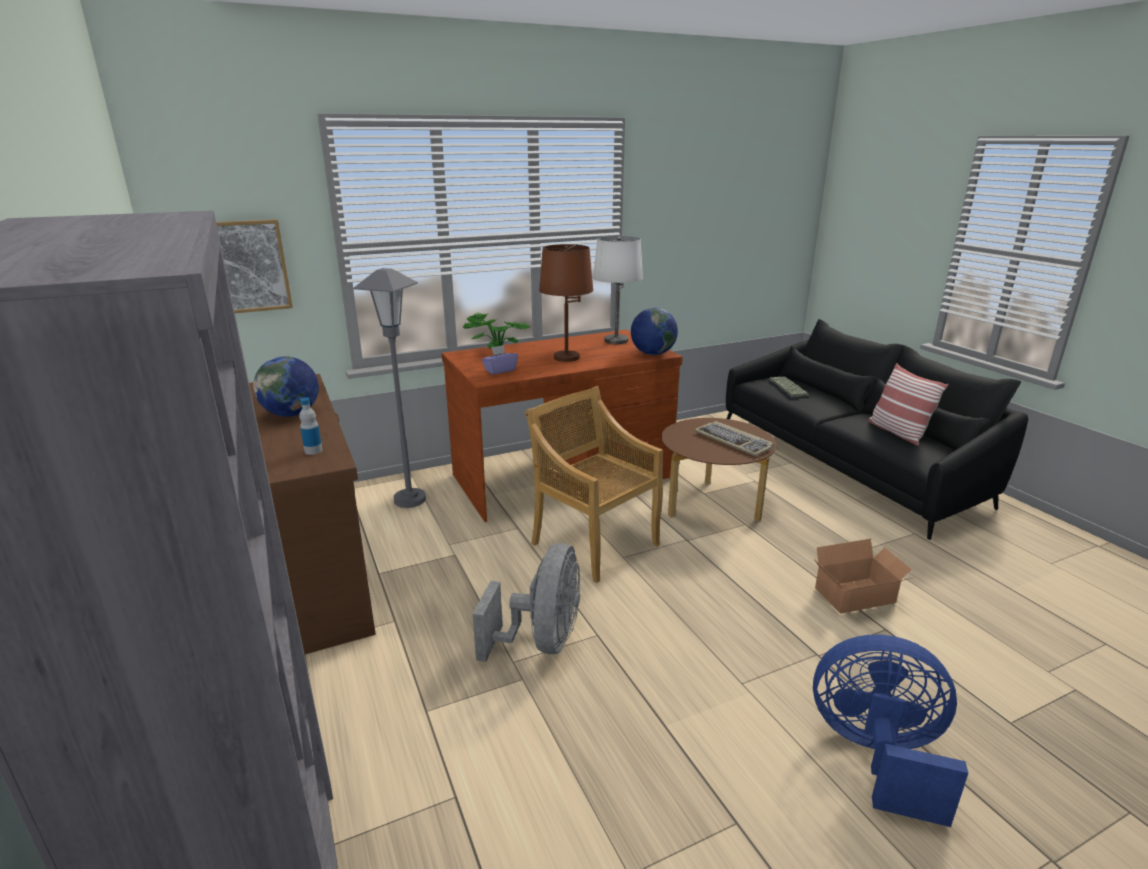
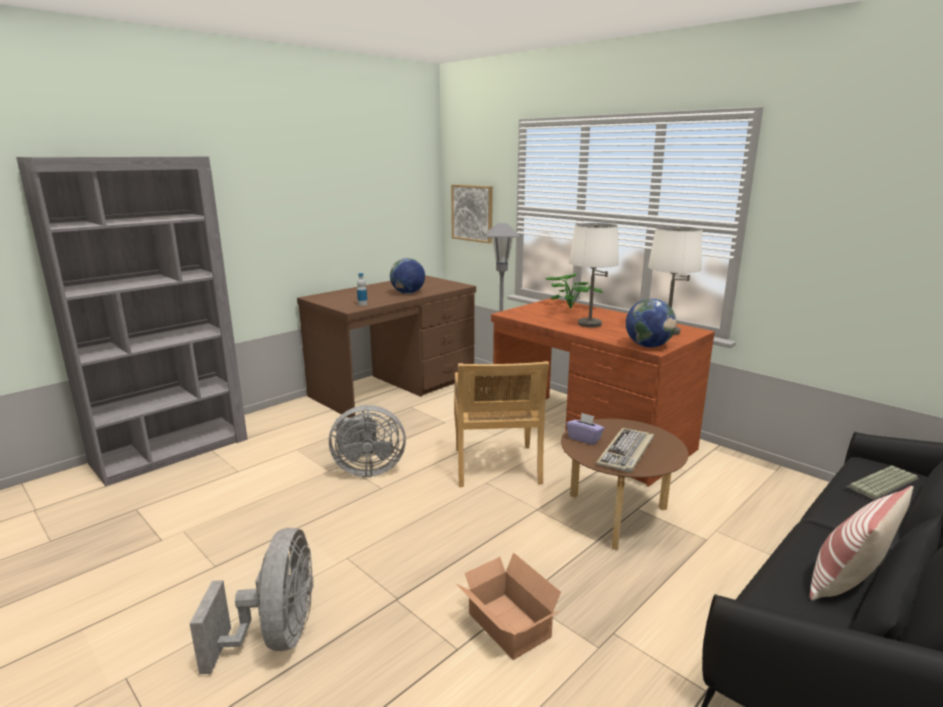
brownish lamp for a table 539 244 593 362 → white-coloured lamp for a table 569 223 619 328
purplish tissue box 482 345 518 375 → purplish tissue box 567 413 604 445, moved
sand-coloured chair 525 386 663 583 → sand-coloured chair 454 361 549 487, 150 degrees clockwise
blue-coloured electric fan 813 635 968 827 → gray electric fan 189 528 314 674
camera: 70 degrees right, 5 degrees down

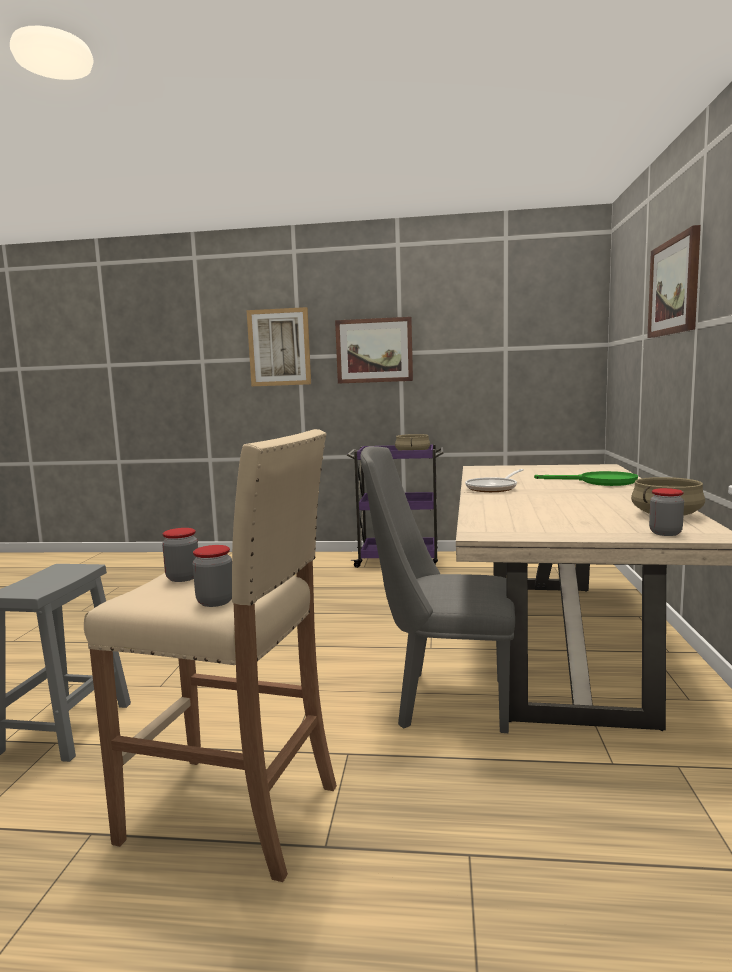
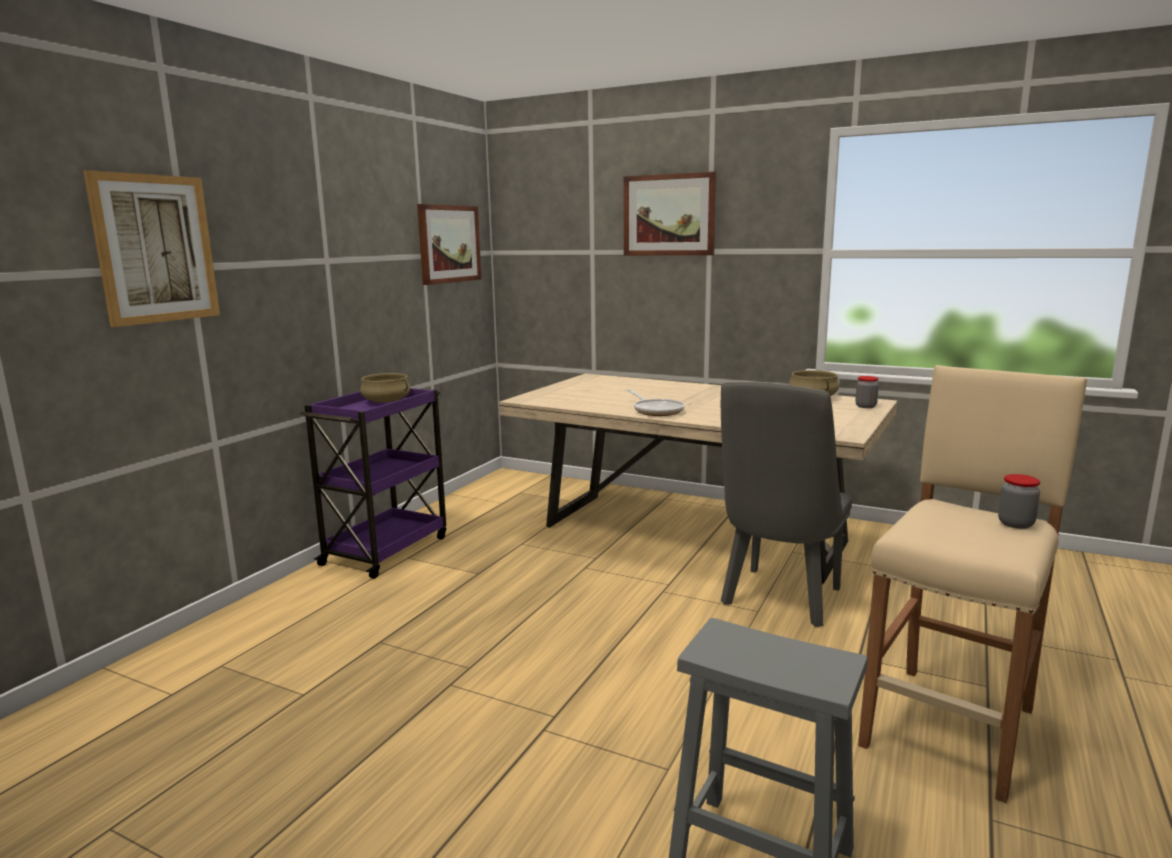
picture 335 317 413 384 → picture 417 204 481 285, moved
green-coloured frying pan 534 471 638 486 → -
jar 162 528 198 582 → -
camera: 70 degrees left, 5 degrees up

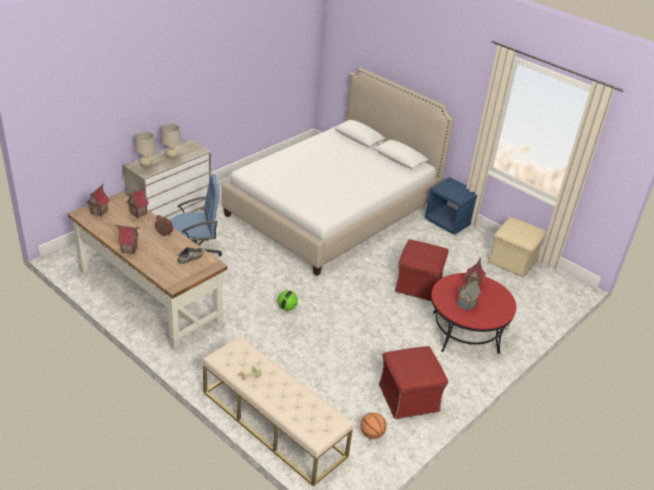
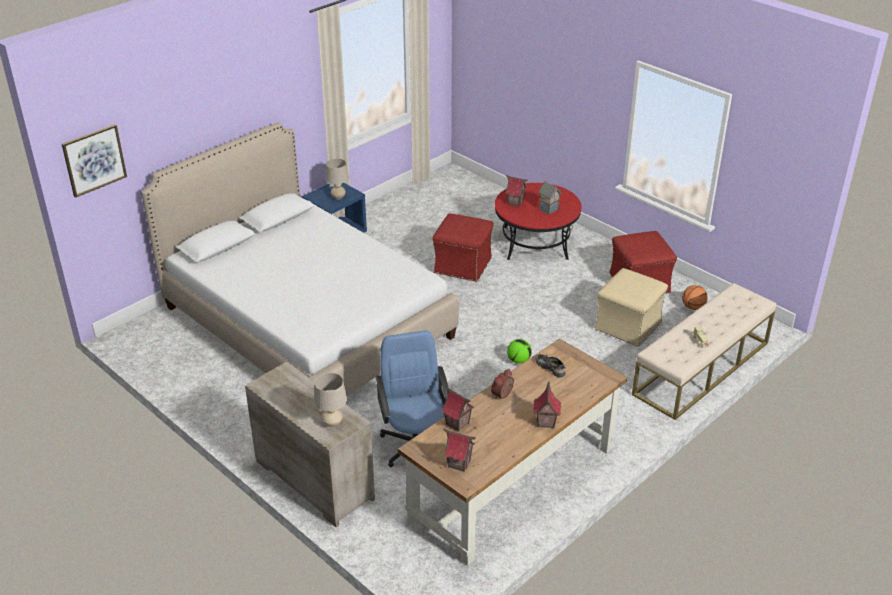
sand-coloured lamp for a table 161 124 181 159 → sand-coloured lamp for a table 326 158 349 199, moved
sand-coloured footrest 488 217 547 277 → sand-coloured footrest 595 268 668 347, moved
- → picture 62 124 127 198
camera: 85 degrees left, 0 degrees up

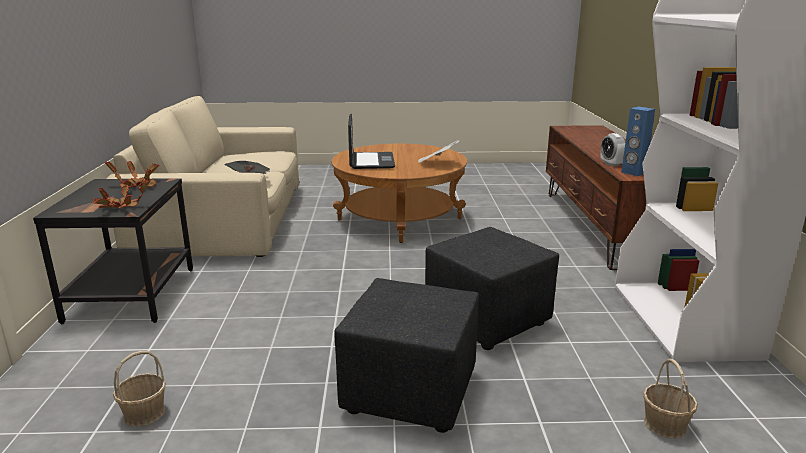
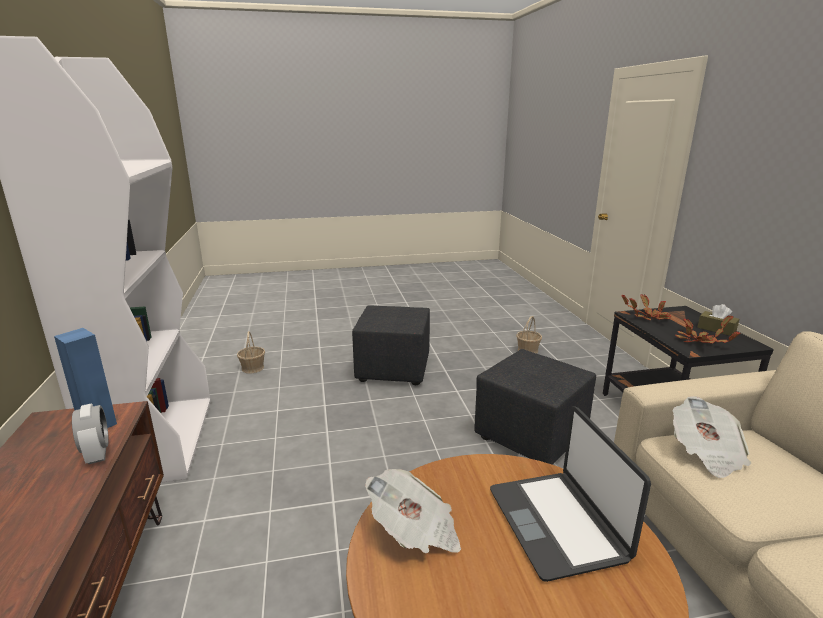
black footrest 425 227 559 350 → black footrest 474 349 596 465, moved
- → brownish tissue box 697 304 739 336
camera: 170 degrees right, 0 degrees up

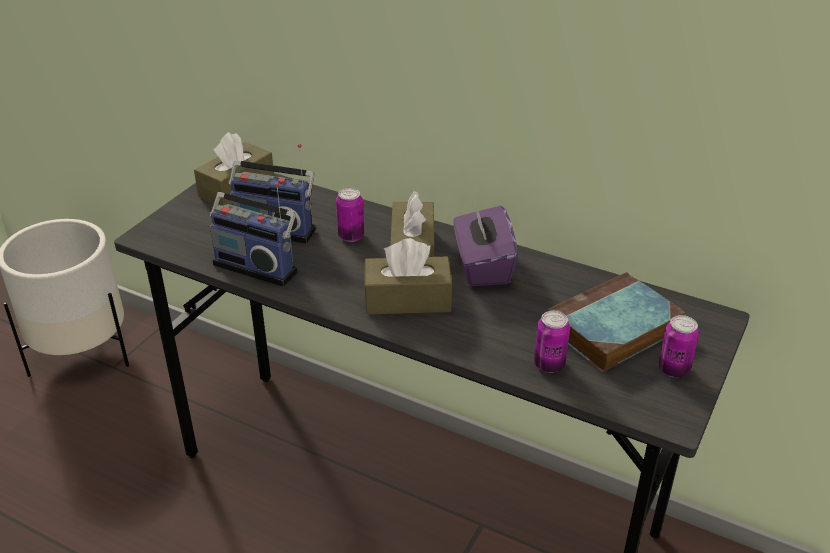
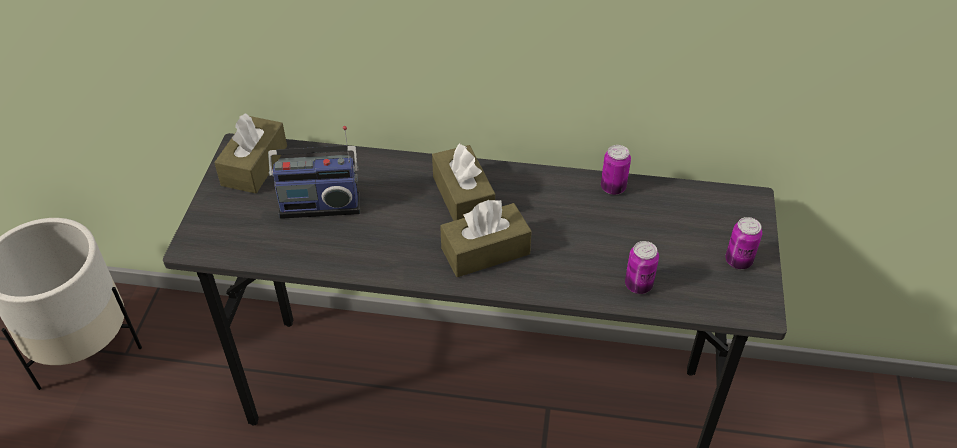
radio 210 182 297 287 → -
sealed can 336 188 364 242 → sealed can 601 145 631 195, moved
purplish tissue box 453 202 518 286 → -
book 547 272 686 372 → -
camera: 20 degrees left, 10 degrees up

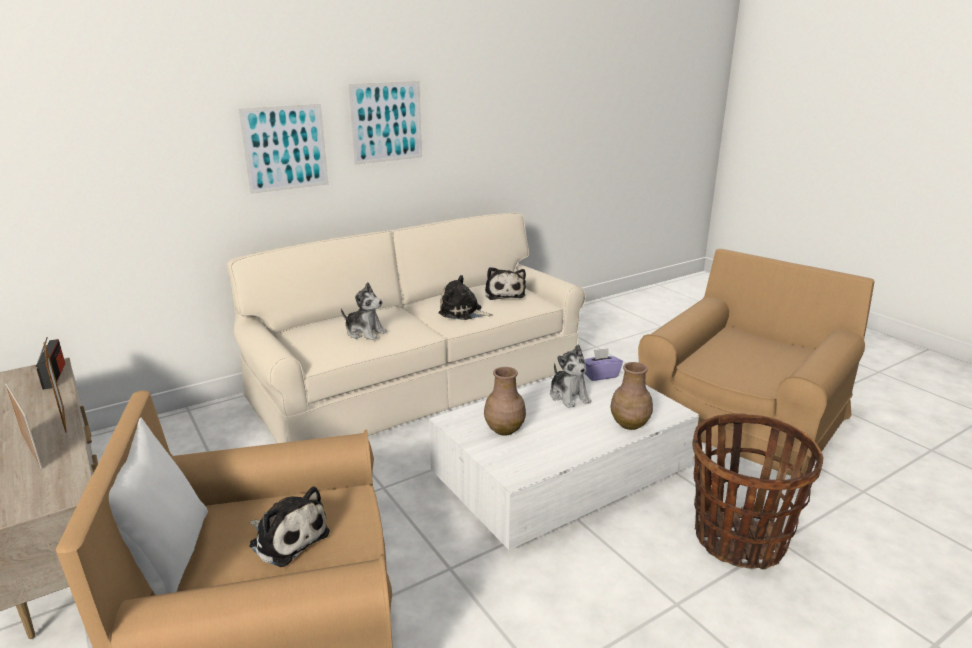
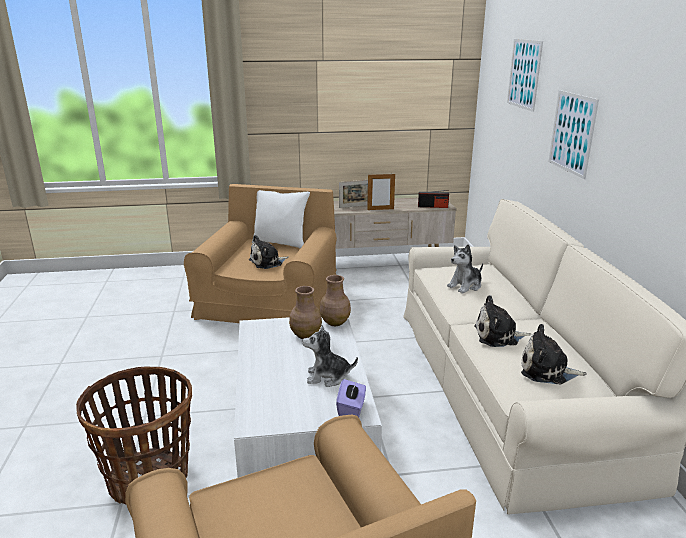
picture 348 81 422 165 → picture 507 39 543 112, moved
plush toy 438 275 493 320 → plush toy 474 295 531 347, 135 degrees counterclockwise
brownish vase 611 362 653 430 → brownish vase 320 275 351 326, moved
camera: 115 degrees right, 0 degrees up

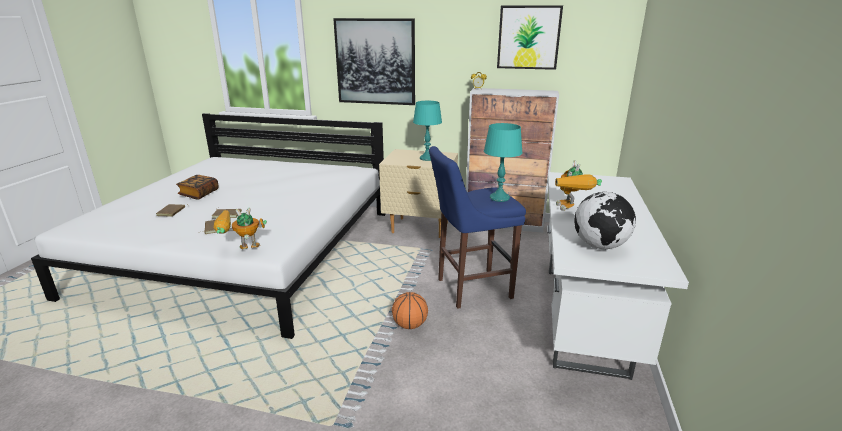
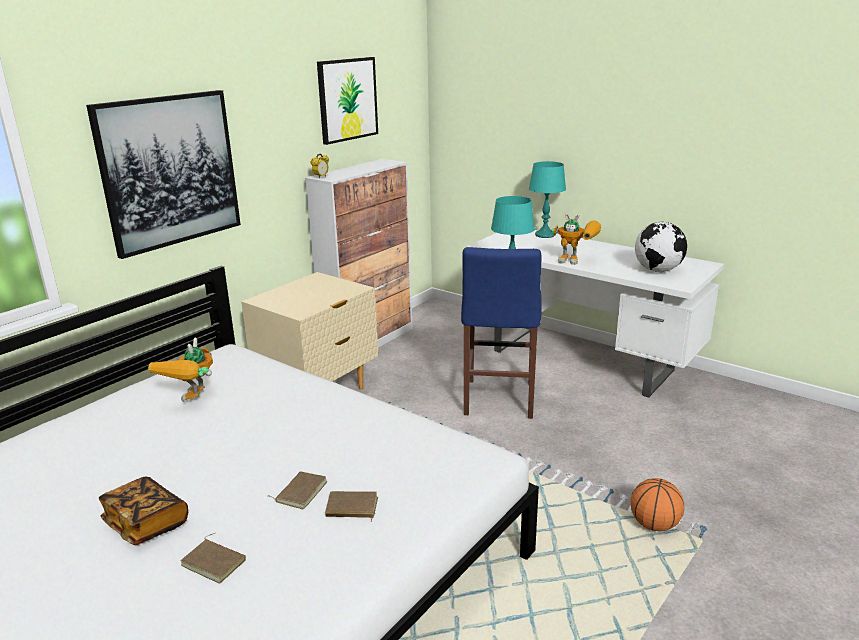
blue-green lamp for a table 413 101 442 161 → blue-green lamp for a table 529 161 566 238, moved
robot figure 214 208 267 249 → robot figure 148 338 213 402, moved
basketball 392 292 428 329 → basketball 631 478 684 531, moved
camera: 65 degrees left, 0 degrees up

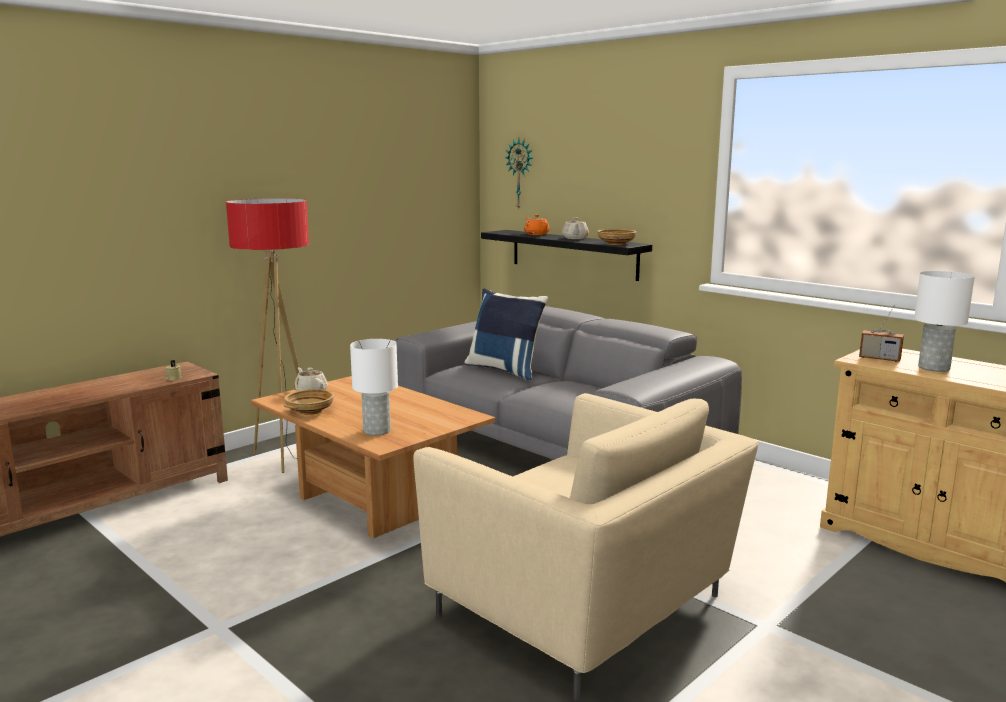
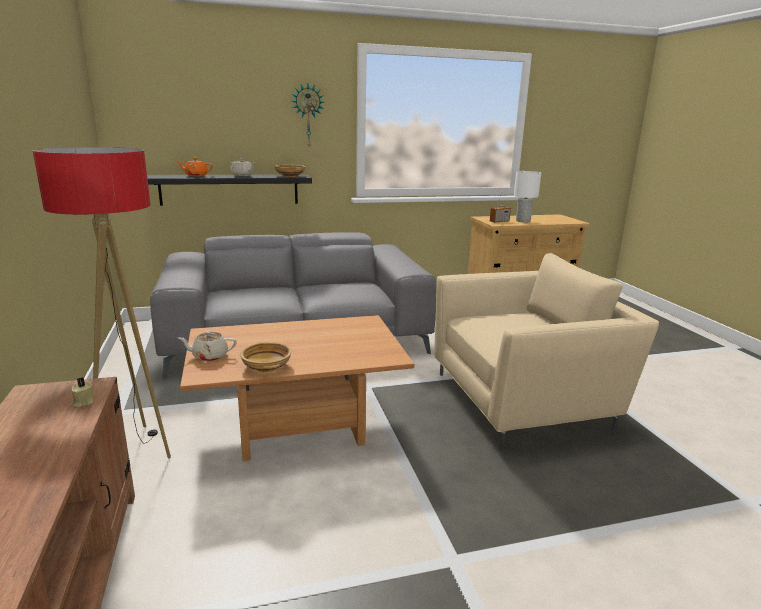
wall clock 505 139 533 210 → wall clock 292 84 324 147, moved
blue-coloured throw pillow 464 288 548 381 → -
white-coloured lamp for a table 350 339 398 436 → -
camera: 60 degrees left, 5 degrees up

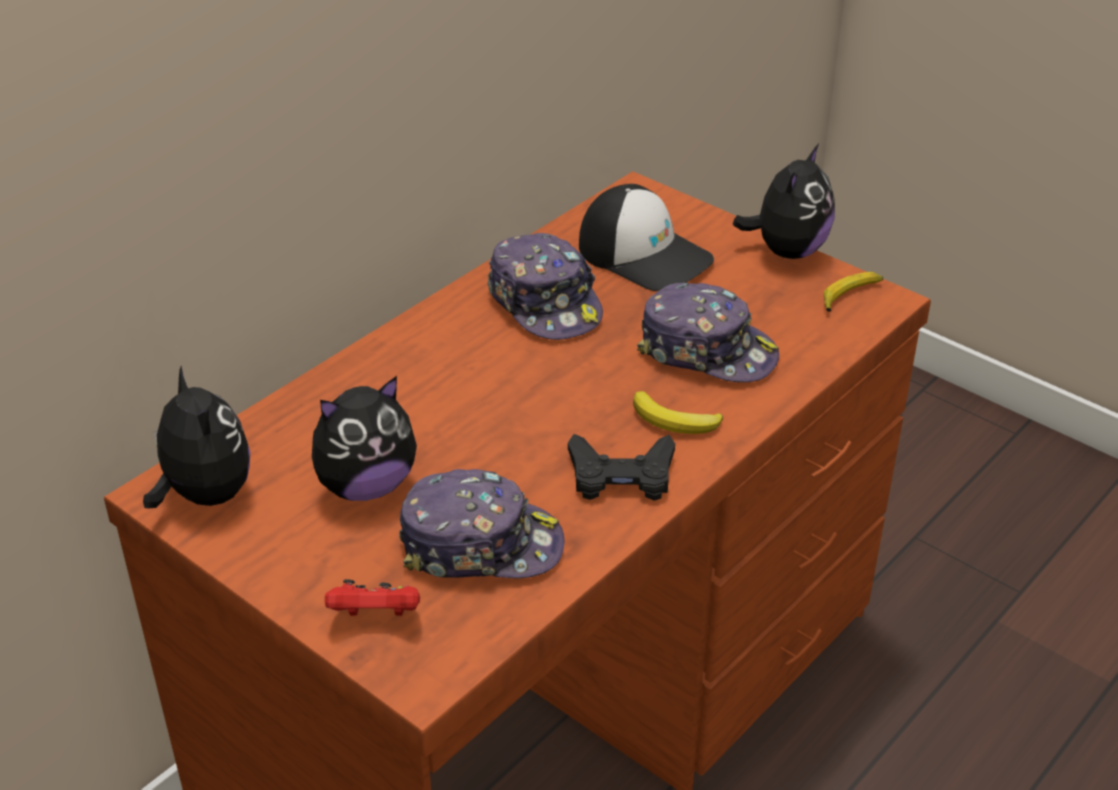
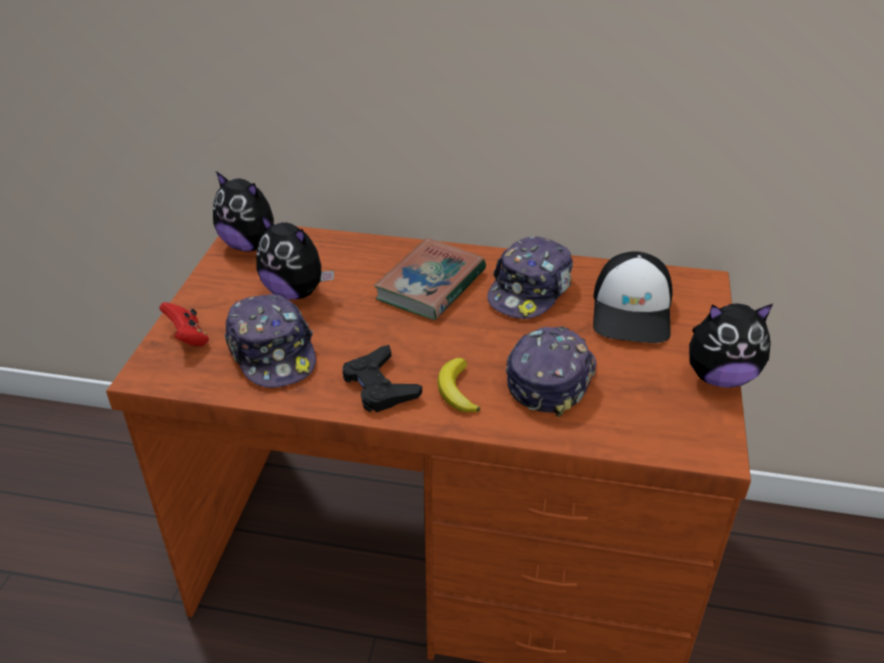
whole banana 824 272 883 312 → -
peaked cap 637 283 779 382 → peaked cap 505 326 596 417, 150 degrees counterclockwise
plush toy 143 366 250 509 → plush toy 213 171 276 252, 90 degrees clockwise
- → book 374 238 486 320
camera: 60 degrees right, 0 degrees up

